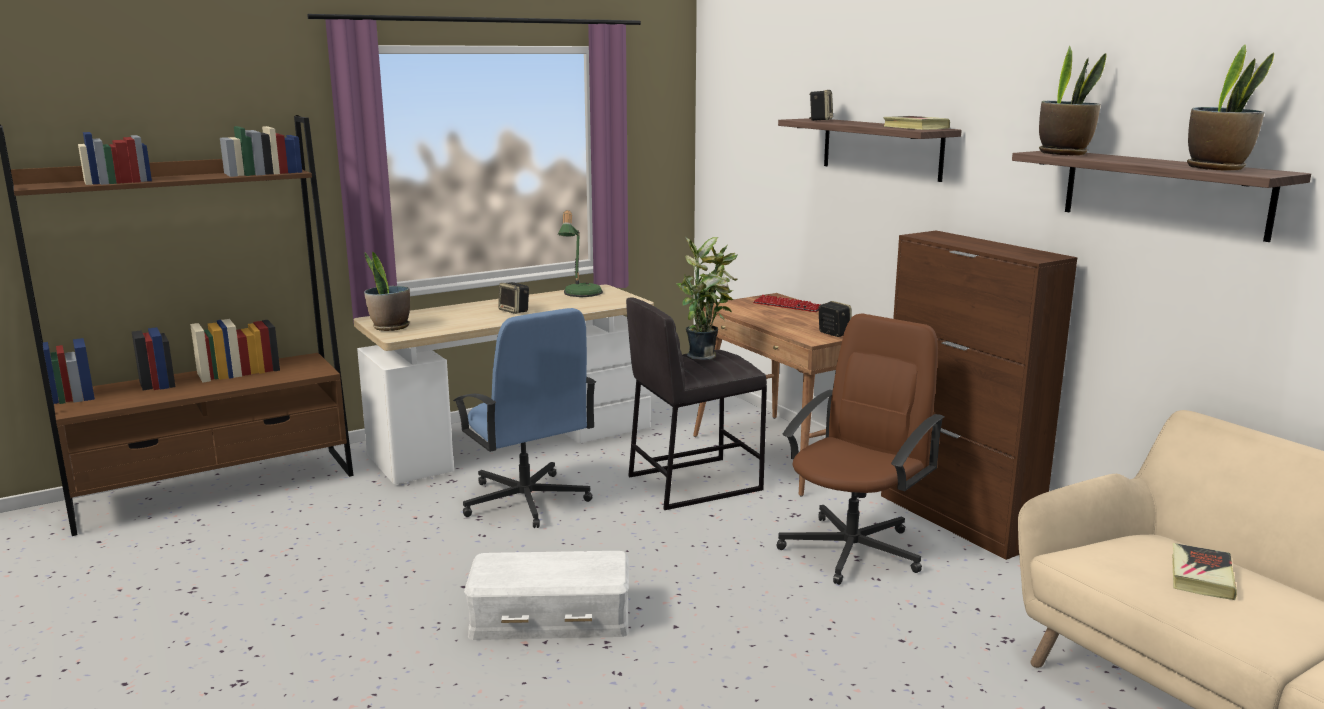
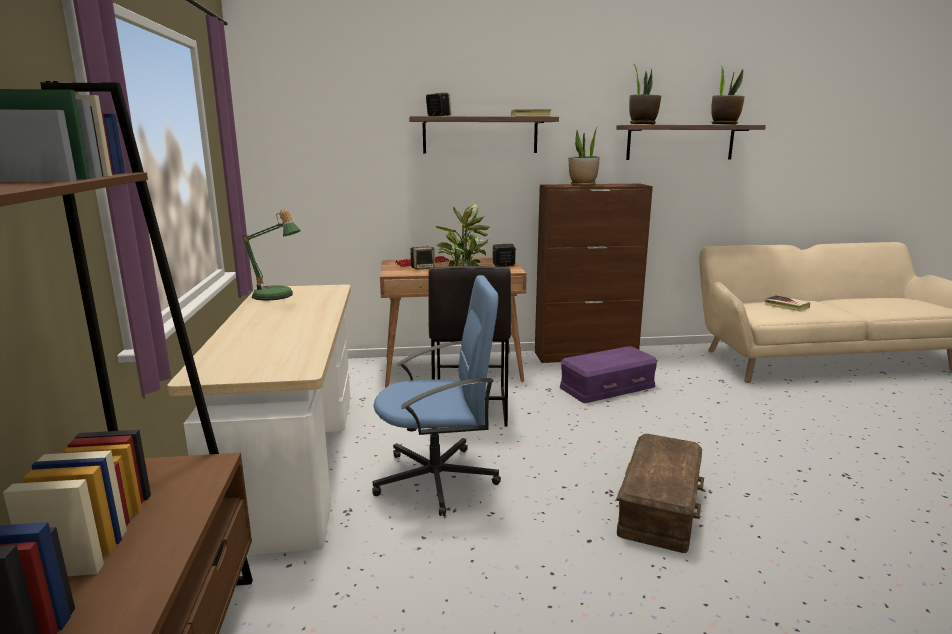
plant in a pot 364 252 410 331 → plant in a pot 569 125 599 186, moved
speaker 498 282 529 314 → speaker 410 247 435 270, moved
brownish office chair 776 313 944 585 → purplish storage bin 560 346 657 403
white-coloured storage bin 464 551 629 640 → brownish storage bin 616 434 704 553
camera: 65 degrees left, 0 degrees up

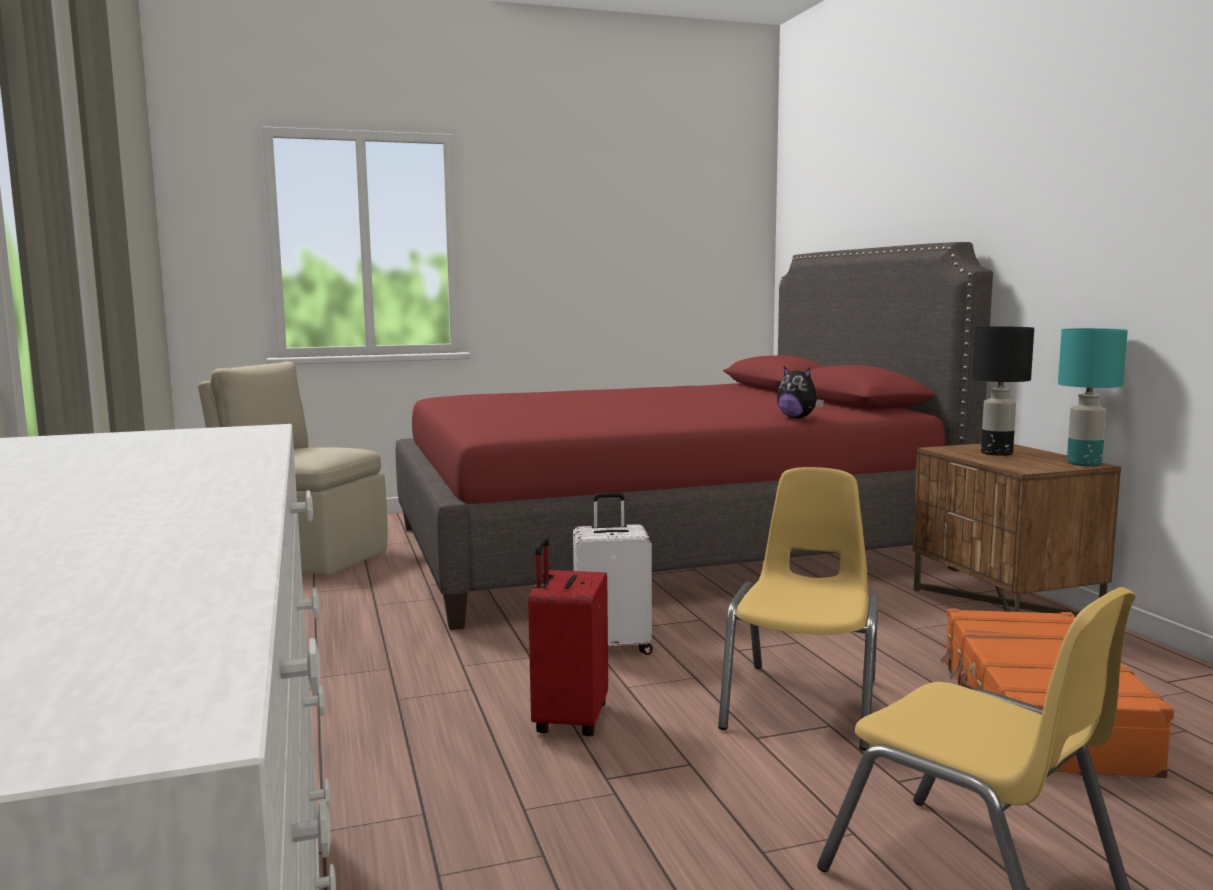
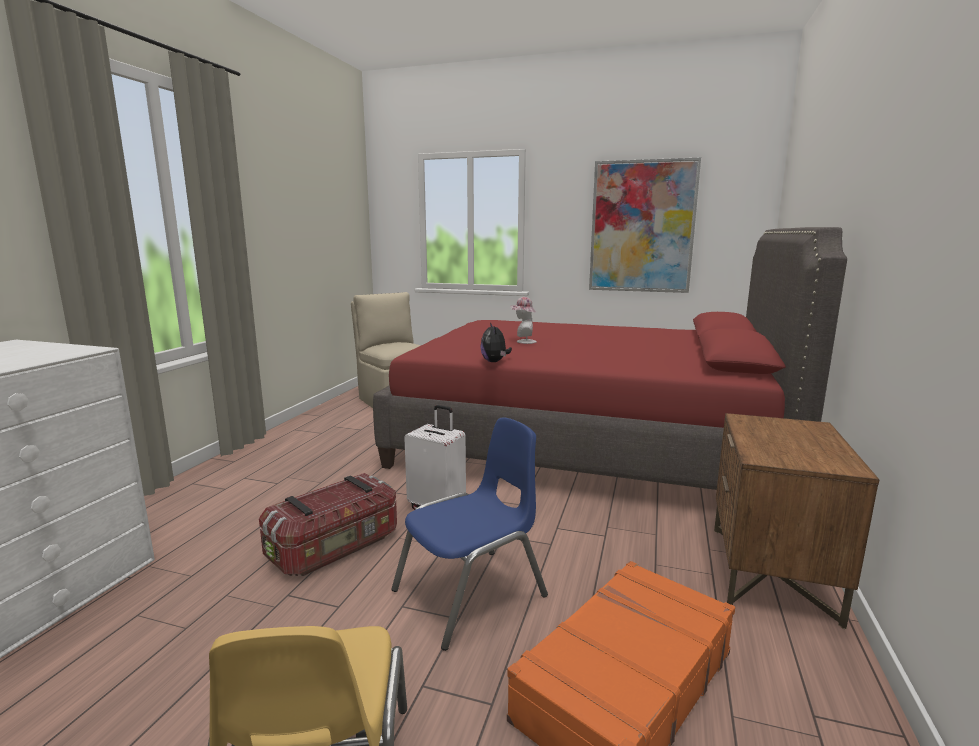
black lamp for a table 972 327 1034 456 → -
blue-green lamp for a table 1058 328 1128 466 → -
plush toy 777 366 824 419 → plush toy 481 323 512 362, moved
yellow-coloured chair 718 467 879 751 → blue-coloured chair 391 418 548 651
red-coloured piece of luggage 528 537 608 736 → storage bin 259 473 397 576
- → picture 589 157 701 293
- → hat 510 297 537 344
camera: 35 degrees right, 5 degrees up

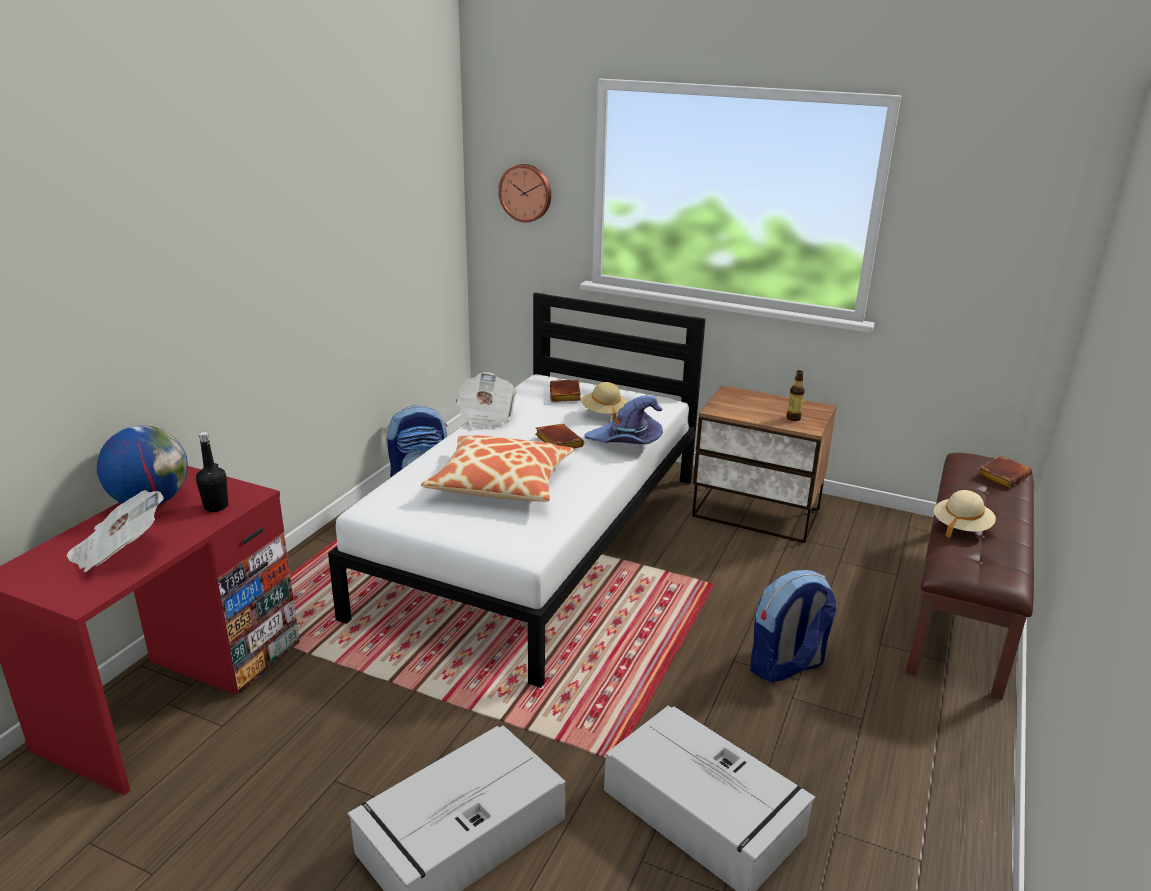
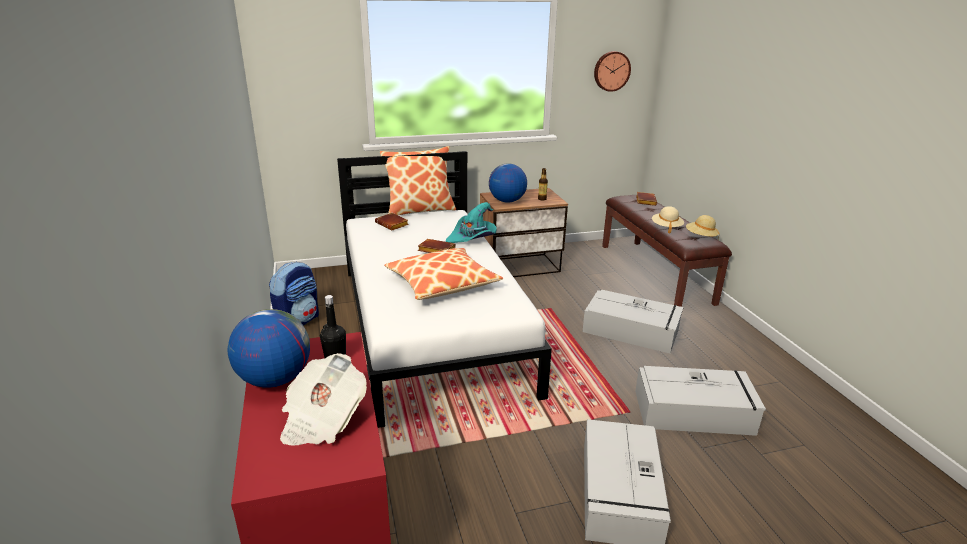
wall clock 498 164 551 222 → wall clock 594 51 631 92, moved
daily paper 456 372 517 430 → -
sand-coloured hat 581 382 628 421 → sand-coloured hat 686 215 719 240, moved
purplish hat 584 395 663 444 → blue-green hat 446 202 497 243
rucksack 750 570 836 683 → gray storage bin 582 289 684 353
- → throw pillow 380 146 456 215
- → globe 489 163 527 203
camera: 40 degrees left, 0 degrees up

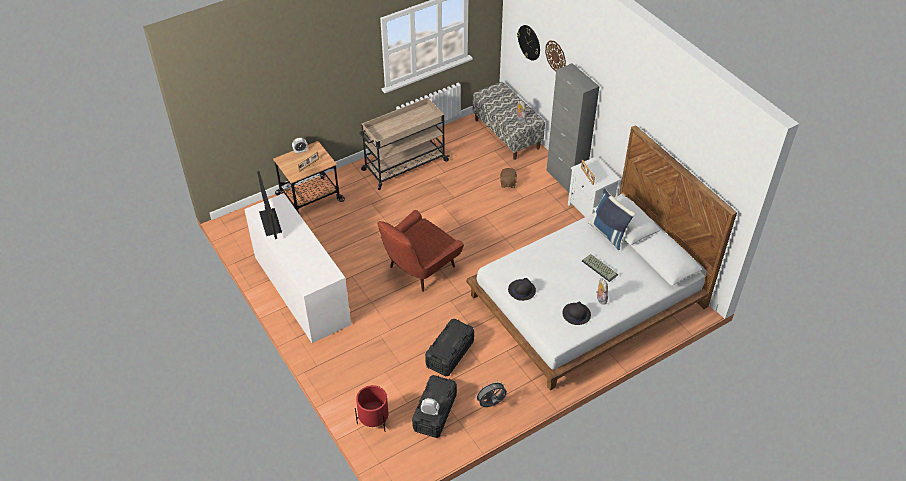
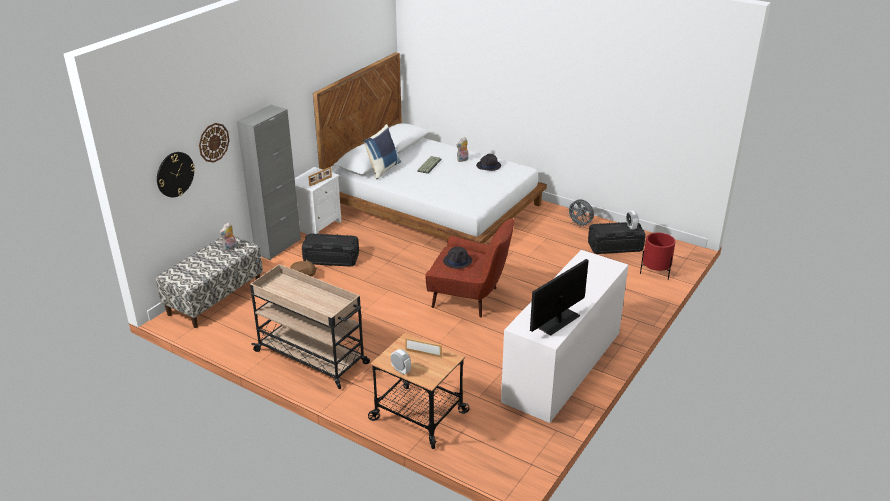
black hat 508 278 536 301 → black hat 443 247 473 269, moved
black storage bin 425 319 474 377 → black storage bin 302 233 359 267, moved
camera: 115 degrees left, 15 degrees down

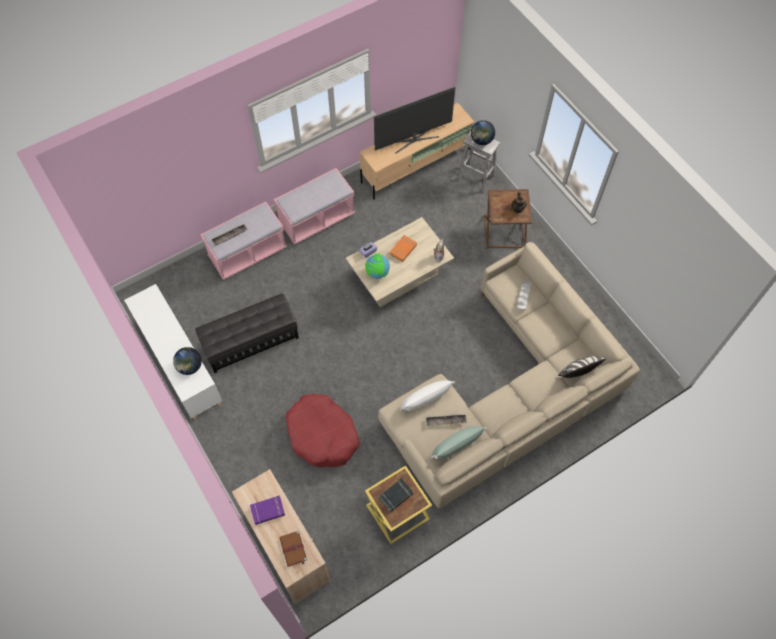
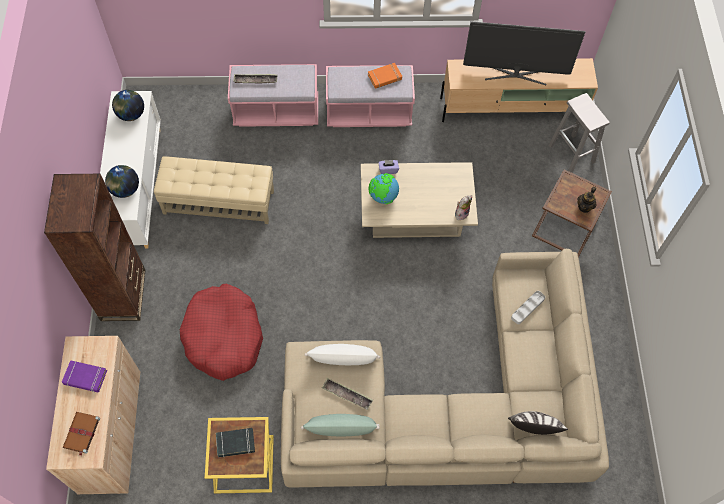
globe 471 120 495 145 → globe 112 90 144 121, moved
orange-coloured book 390 235 417 262 → orange-coloured book 368 63 402 89, moved
black footrest 195 293 299 373 → sand-coloured footrest 154 156 274 224
- → brownish bookshelf 44 174 145 321
camera: 30 degrees right, 0 degrees up

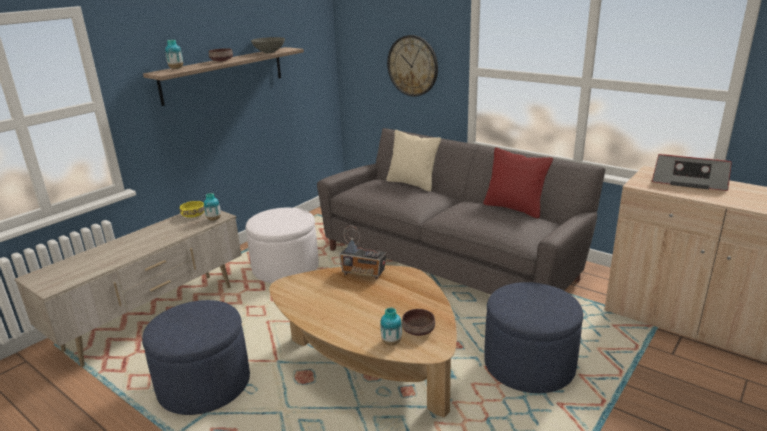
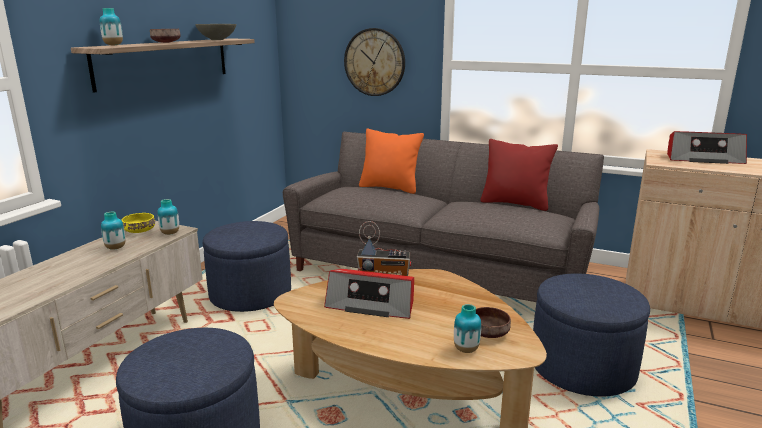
sand-coloured throw pillow 386 130 441 192 → orange-coloured throw pillow 359 128 424 194
white-coloured footrest 246 208 319 283 → blue-coloured footrest 203 221 291 312
- → vase 101 212 125 250
- → radio 324 269 414 319
camera: 15 degrees left, 5 degrees down

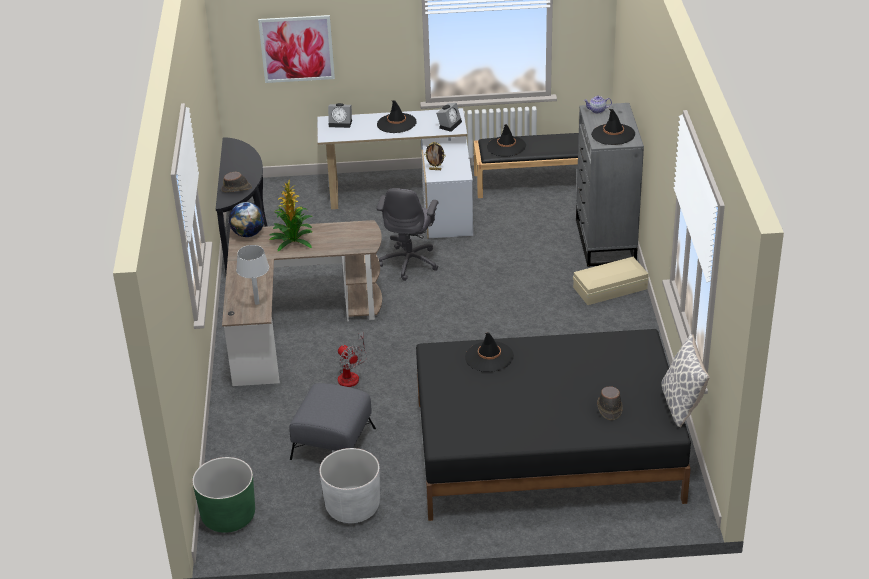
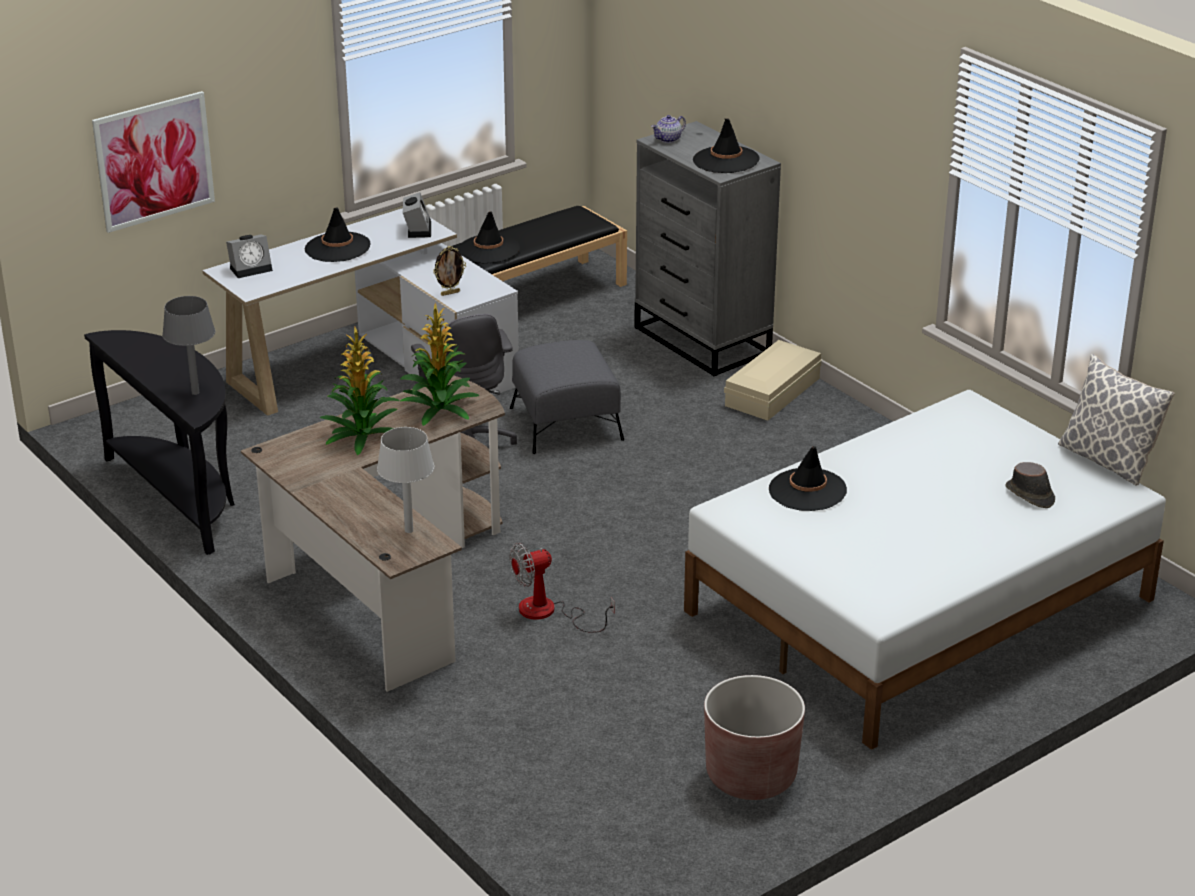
brownish hat 221 172 252 192 → gray lamp for a table 162 296 215 395
globe 229 202 264 237 → -
black bed 416 329 691 521 → white-coloured bed 684 390 1166 750
electric fan 338 332 367 387 → electric fan 509 543 615 633, 135 degrees clockwise
gray footrest 289 383 376 460 → gray footrest 510 340 624 454, moved
white-coloured planter 319 448 380 523 → brownish planter 704 675 805 800
green-coloured planter 192 457 255 533 → -
- → plant in a pot 400 302 479 426
camera: 35 degrees left, 5 degrees down

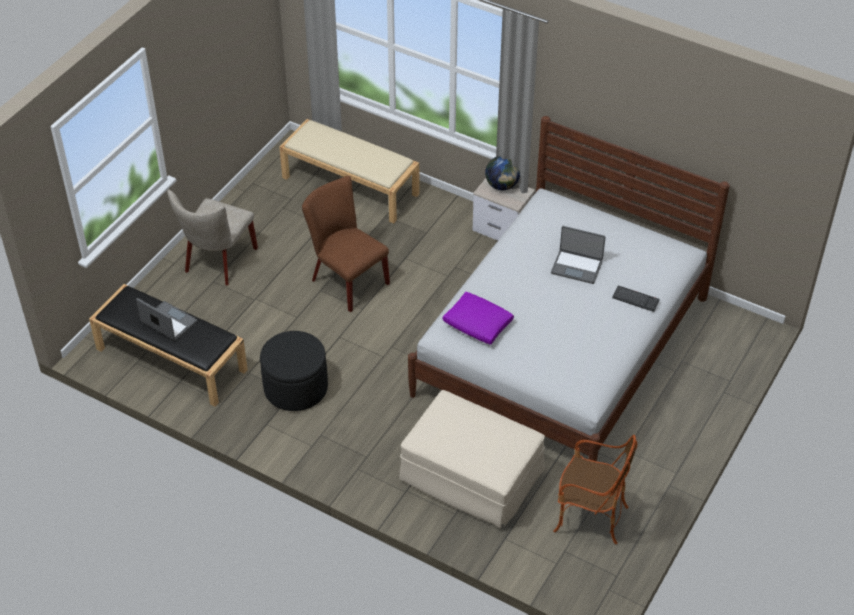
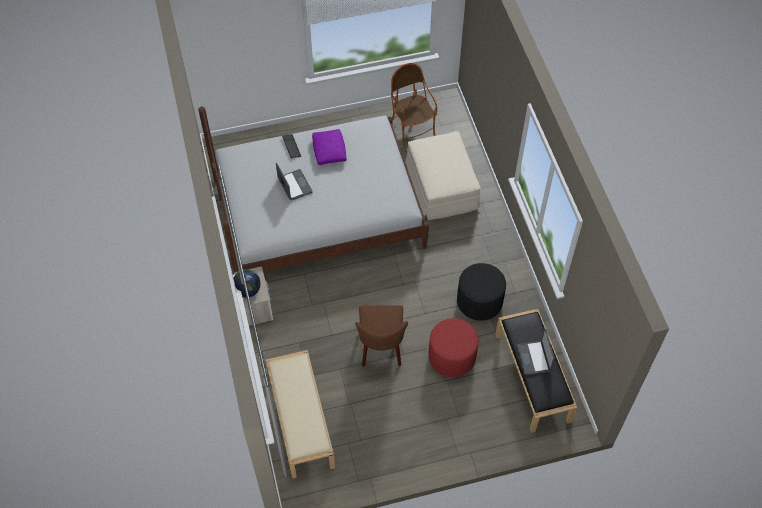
sand-coloured chair 167 189 258 285 → -
purplish throw pillow 442 292 514 345 → purplish throw pillow 312 129 346 165, moved
- → red-coloured footrest 429 318 479 377
camera: 135 degrees left, 10 degrees up

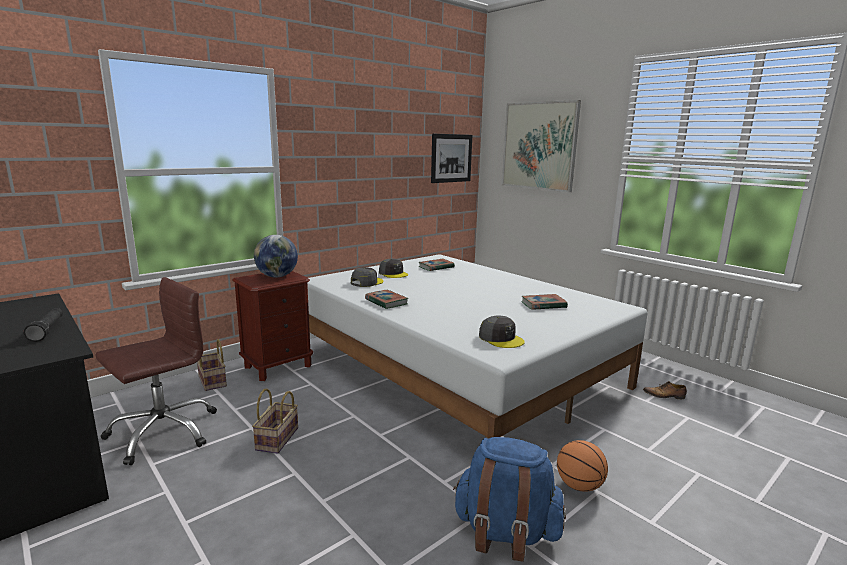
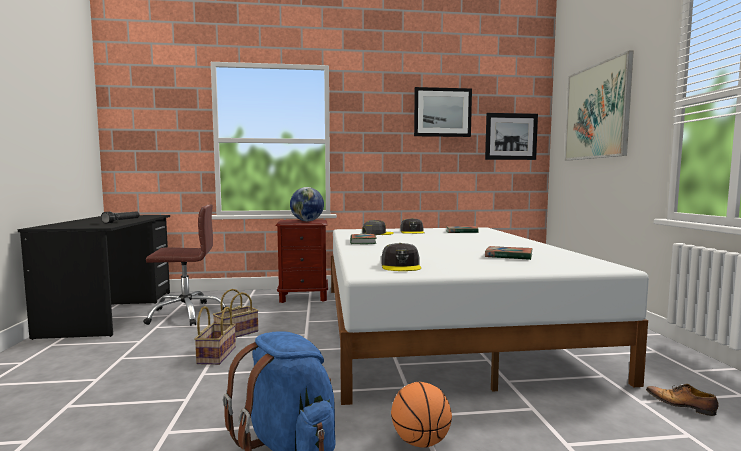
storage basket 197 339 227 391 → storage basket 194 306 236 365, moved
- → picture 414 87 472 137
camera: 35 degrees right, 10 degrees down

